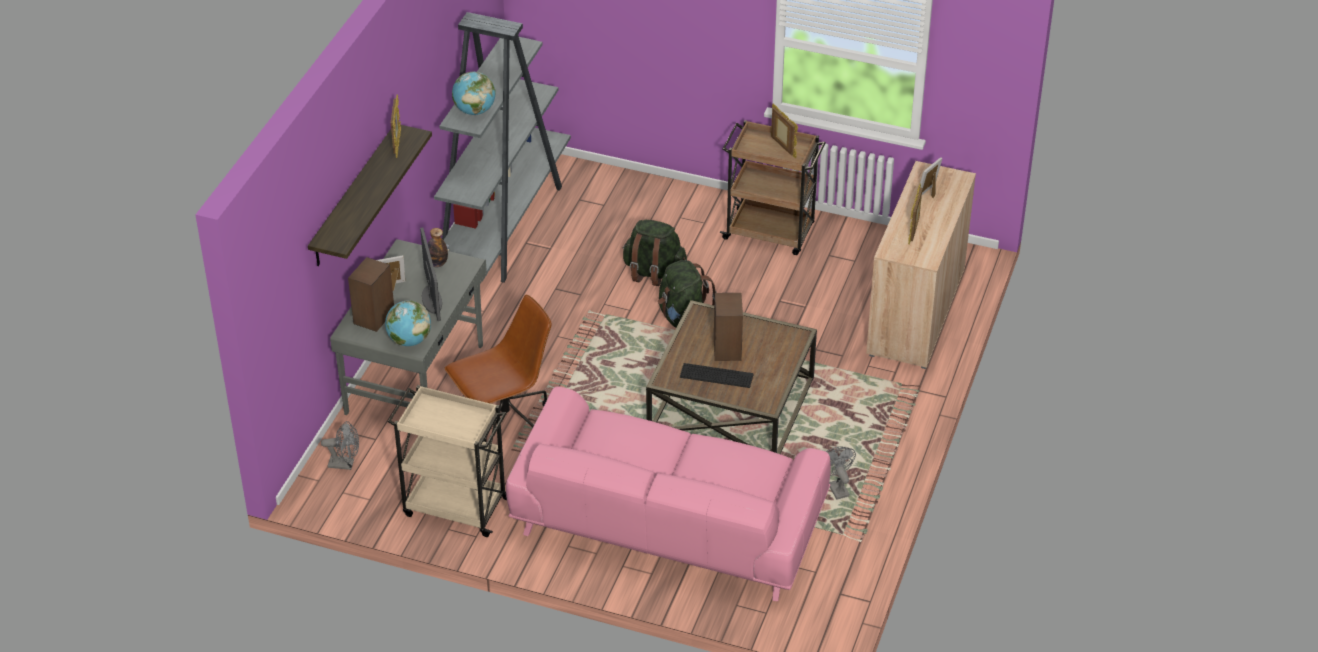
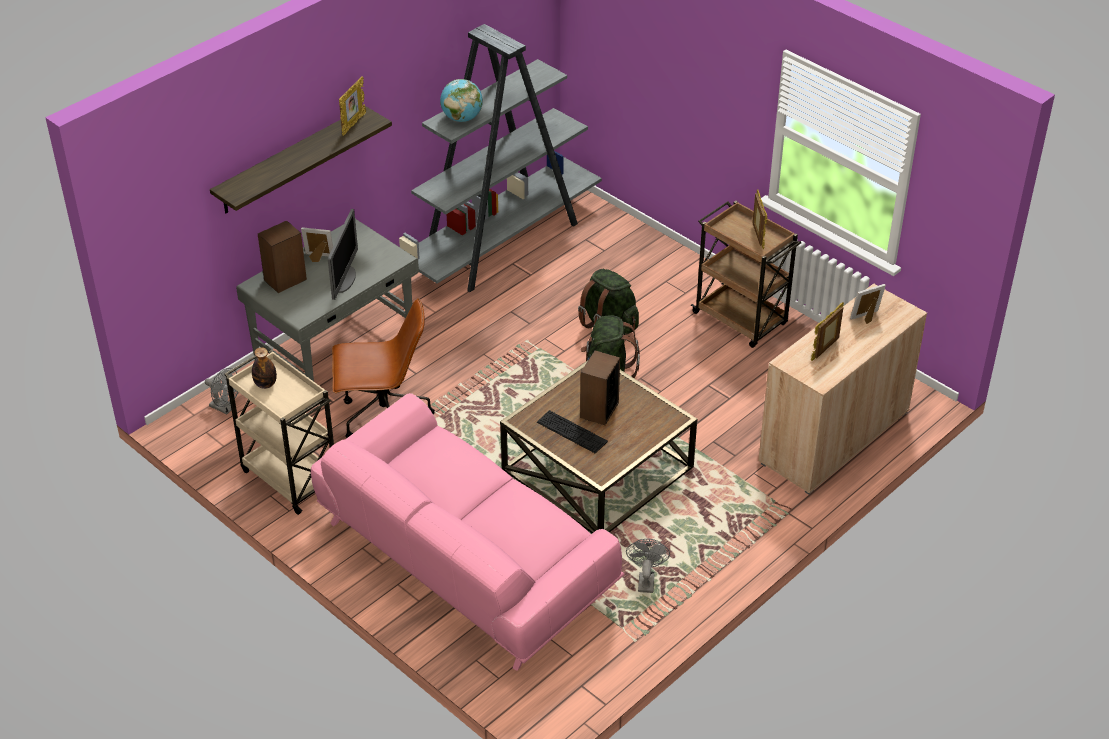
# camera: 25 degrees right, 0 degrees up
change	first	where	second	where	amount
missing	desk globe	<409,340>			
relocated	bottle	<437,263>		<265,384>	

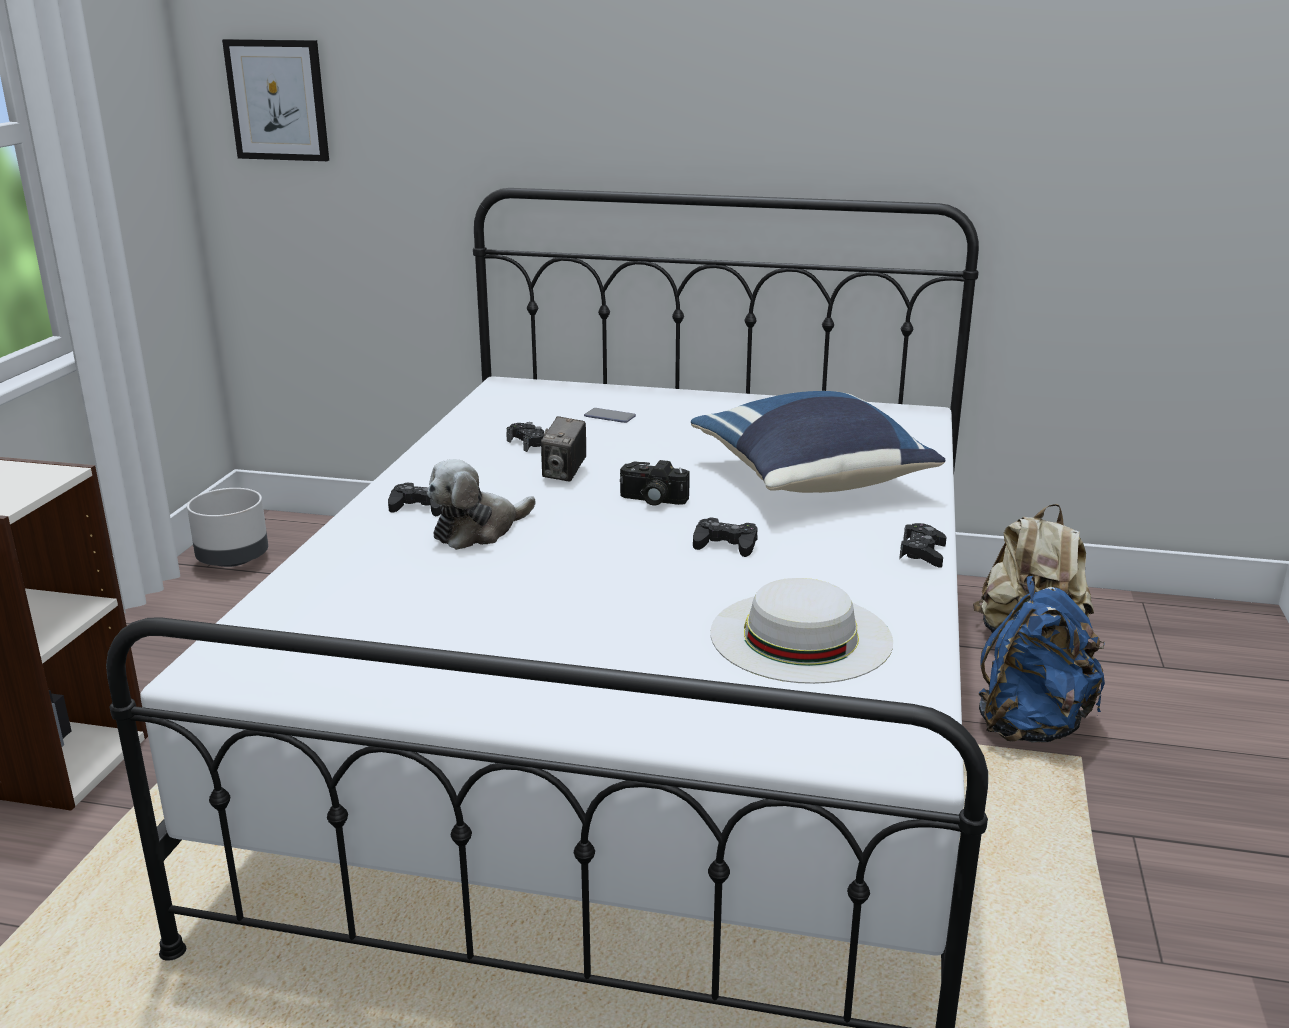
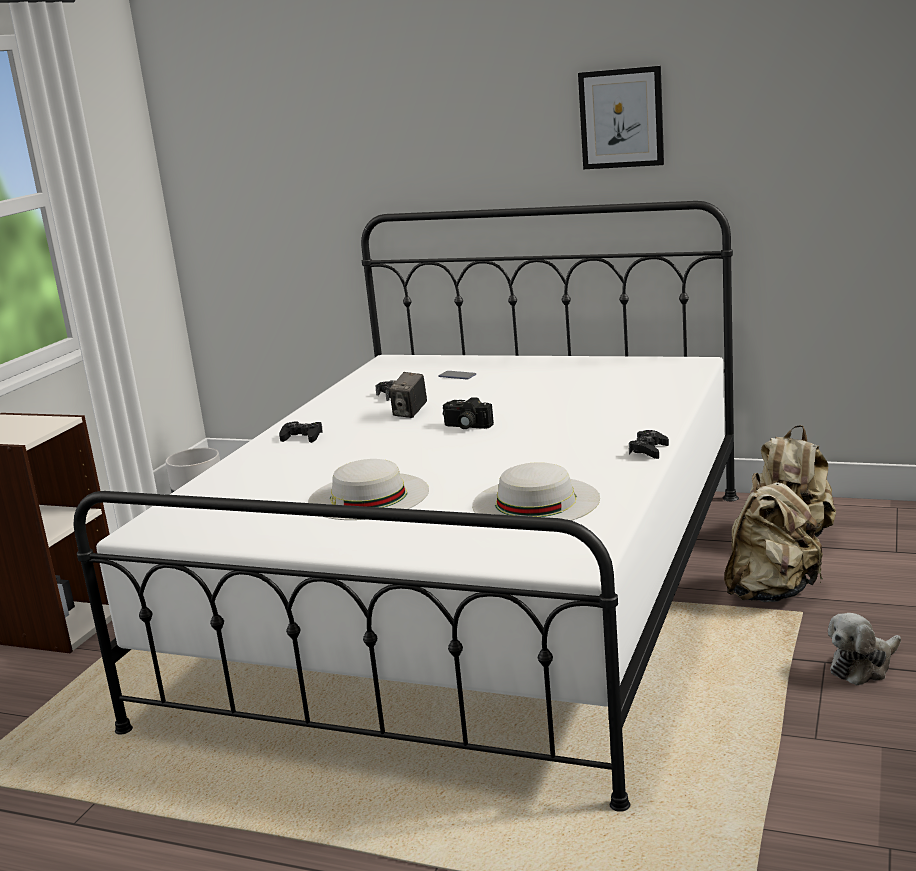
# camera: 10 degrees right, 5 degrees down
change	first	where	second	where	amount
relocated	wall picture	<277,100>		<621,118>	
relocated	soft toy	<478,530>		<863,666>	
missing	throw pillow/blue-coloured	<812,480>			
missing	gamepad/blackish	<726,544>			
colour	knapsack/blue-coloured	<1031,726>	knapsack/sand-coloured	<771,593>	
appeared			wearable hat/white	<368,496>	

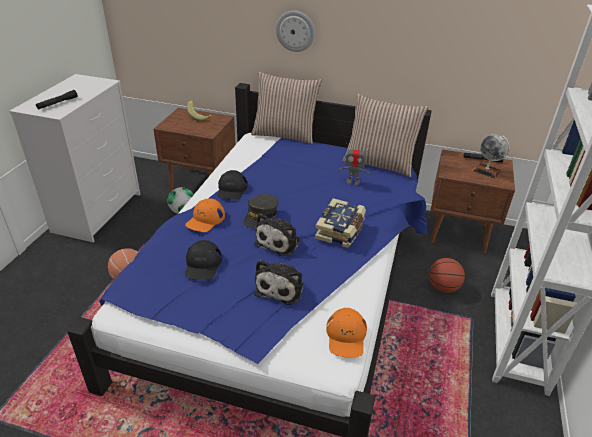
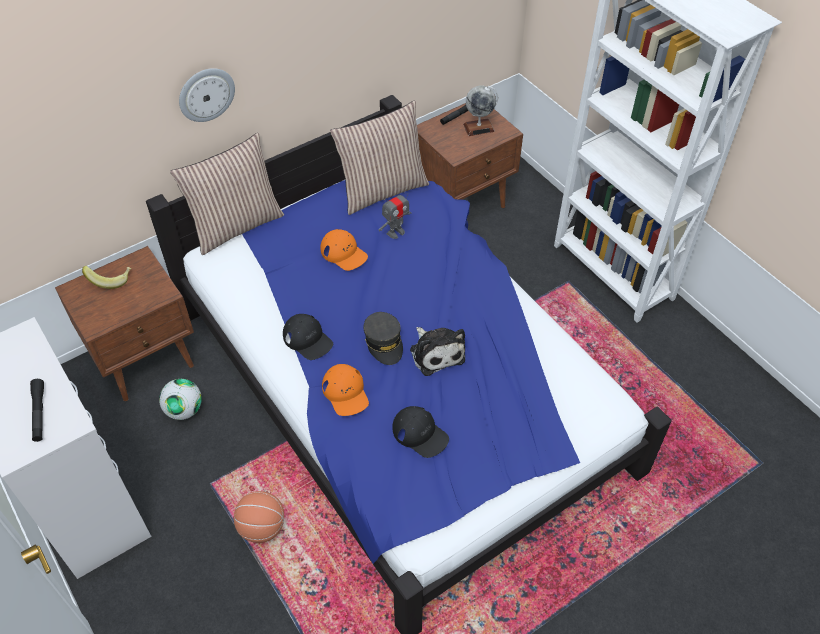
# camera: 50 degrees left, 15 degrees up
change	first	where	second	where	amount
missing	soft toy	<281,287>			
missing	book	<341,230>			
relocated	baseball cap/orangey	<346,336>		<344,253>	
missing	basketball ball	<443,287>			

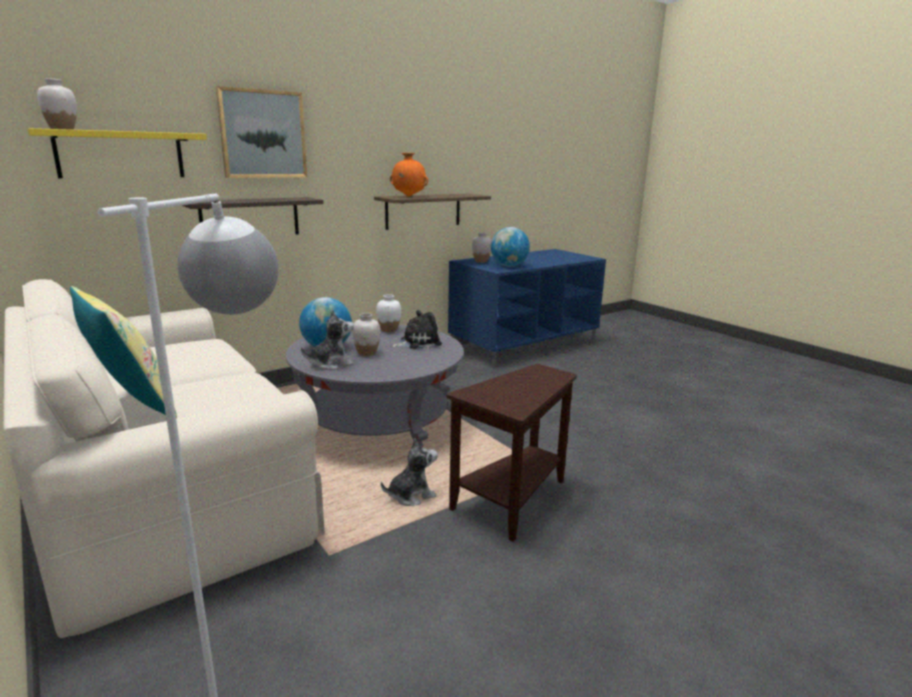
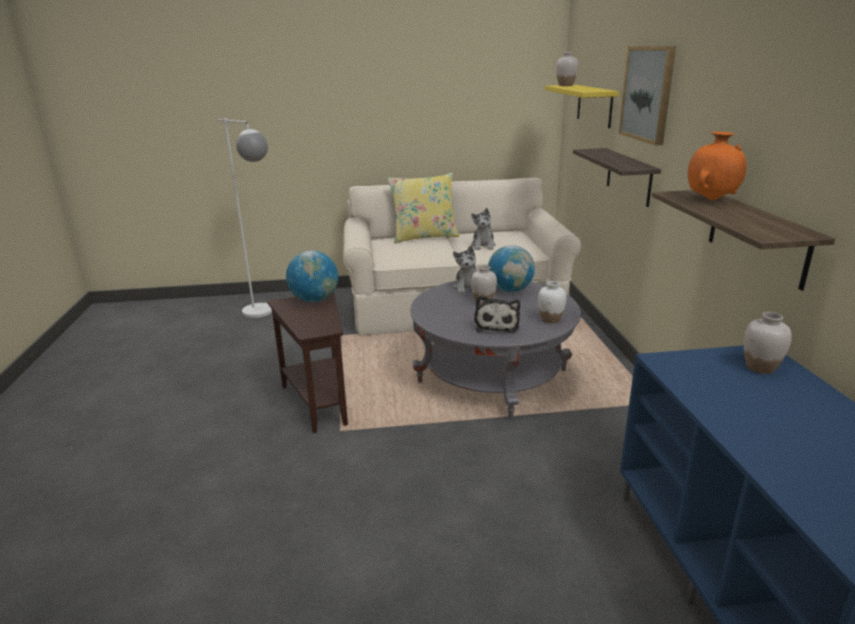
# camera: 120 degrees right, 5 degrees up
change	first	where	second	where	amount
relocated	soft toy	<411,495>		<483,245>	
relocated	desk globe	<509,266>		<314,300>	

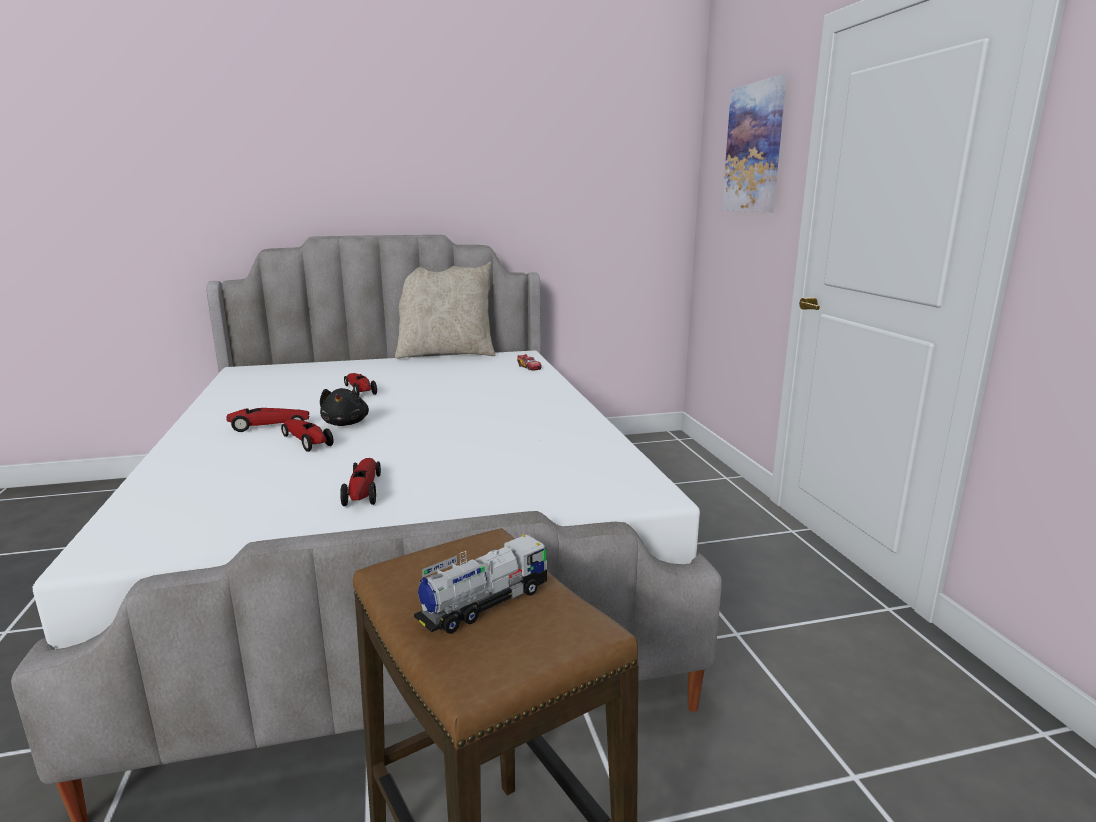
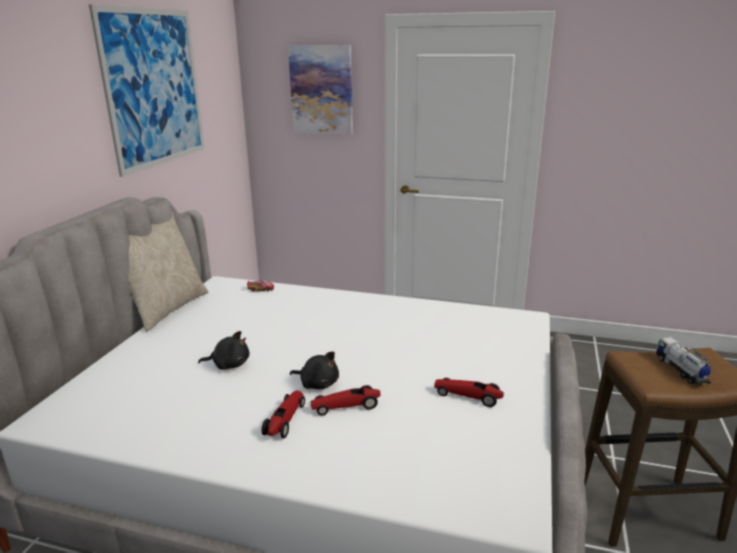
# camera: 60 degrees left, 5 degrees up
change	first	where	second	where	amount
exchanged	miniature car	<360,390>	soft toy/blackish	<229,364>	
appeared			wall picture	<154,88>	

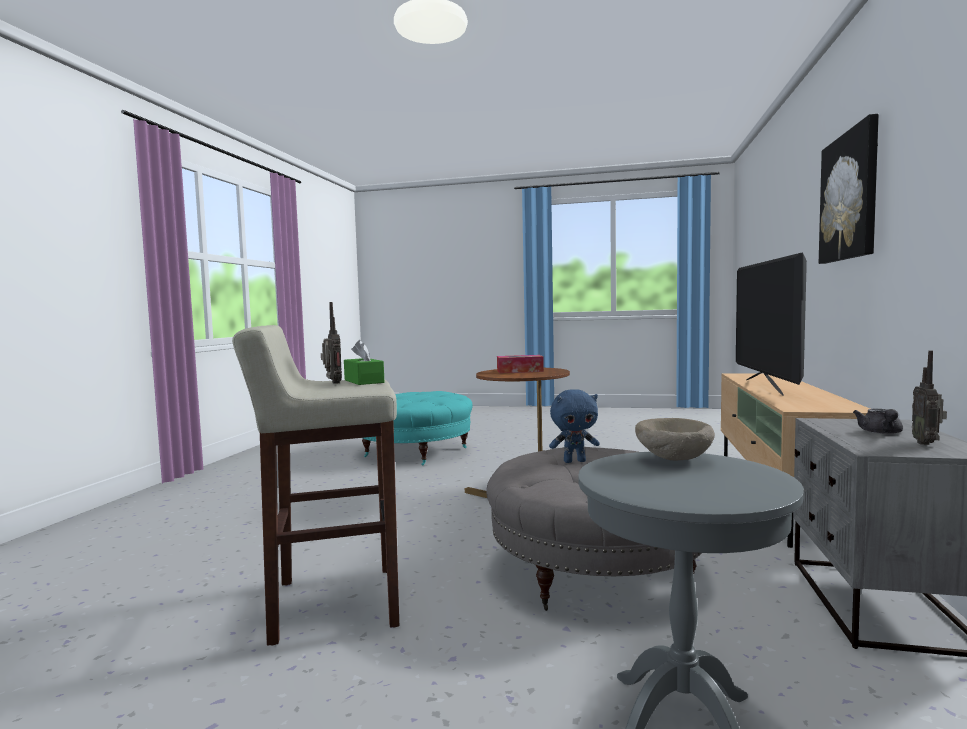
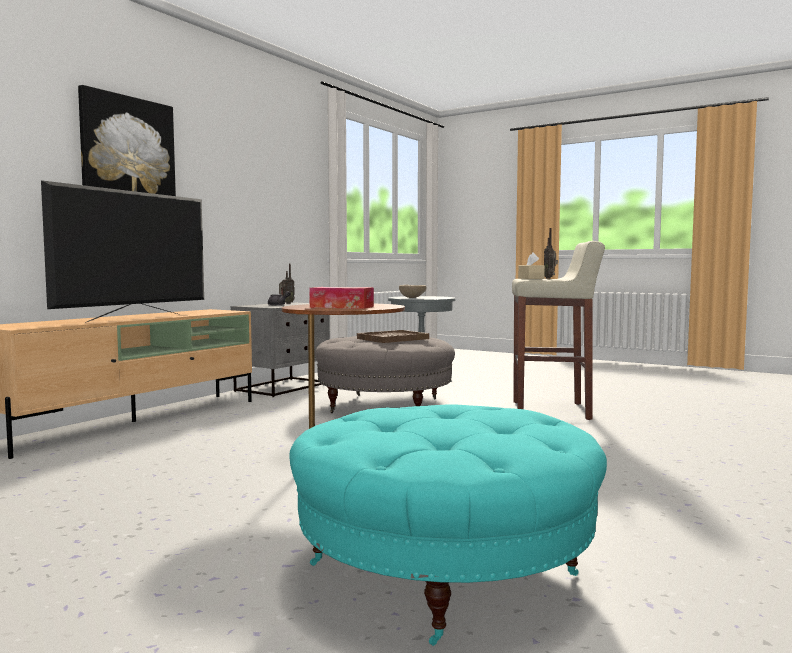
# camera: 160 degrees left, 0 degrees up
change	first	where	second	where	amount
colour	tissue box/greenish	<364,381>	tissue box/sand-coloured	<531,278>	
exchanged	soft toy/blue-coloured	<574,461>	carrying tray/brownish	<392,339>	

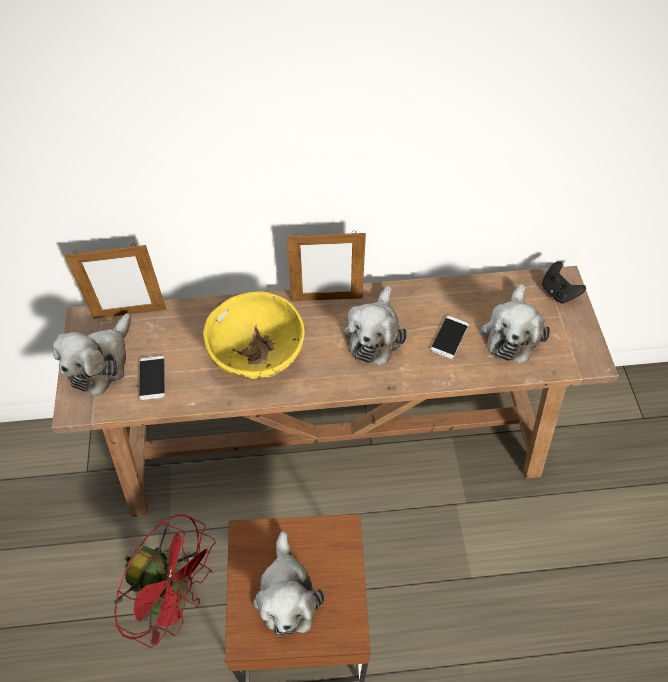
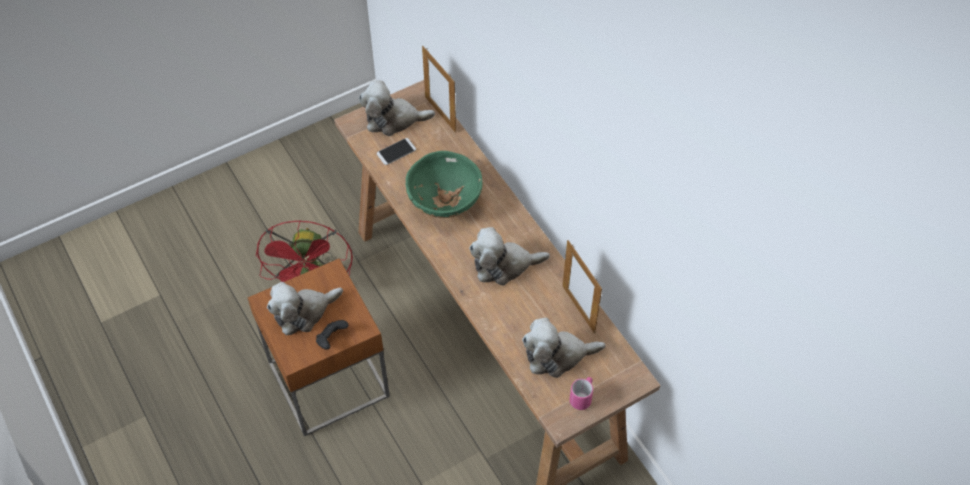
# camera: 65 degrees right, 0 degrees up
change	first	where	second	where	amount
colour	serving bowl/yellow	<257,357>	serving bowl/greenish	<444,202>	
relocated	photo frame	<326,299>		<578,309>	
missing	handset	<449,337>			
relocated	gamepad/blackish	<558,292>		<331,339>	
appeared			tea mug/pink-coloured	<582,397>	

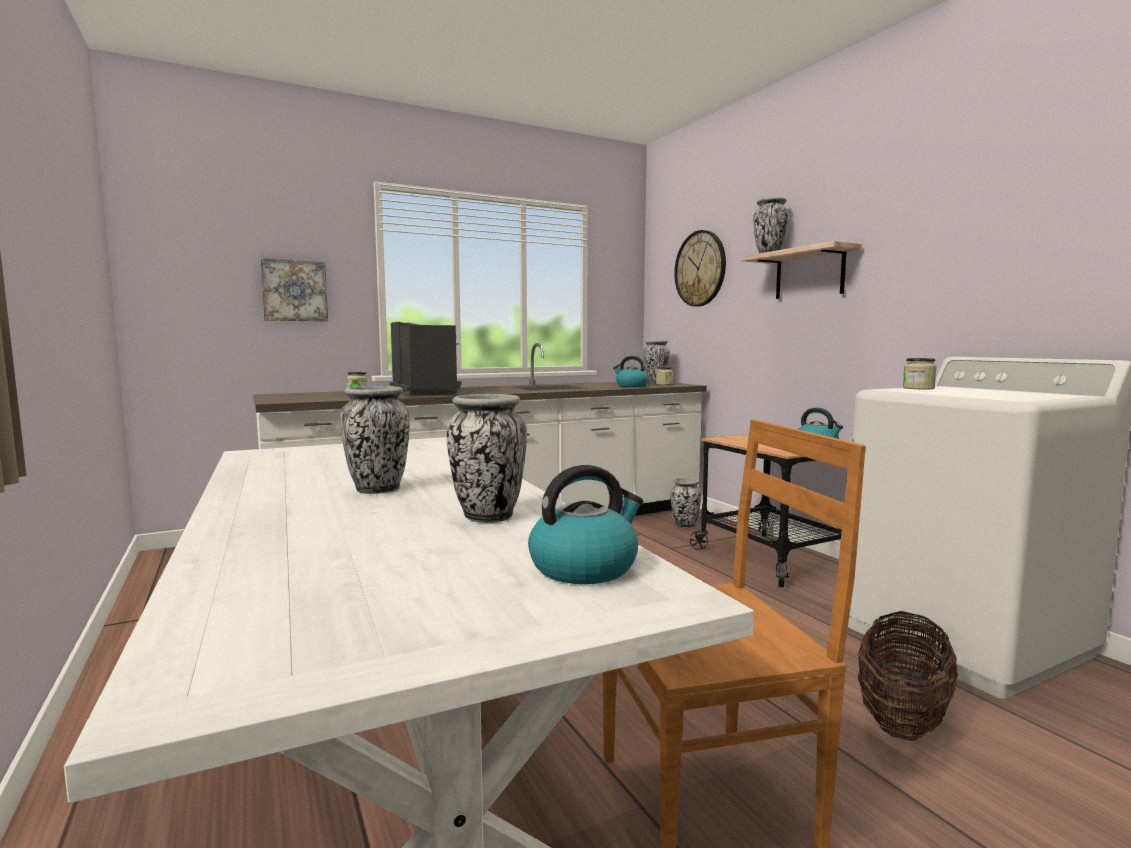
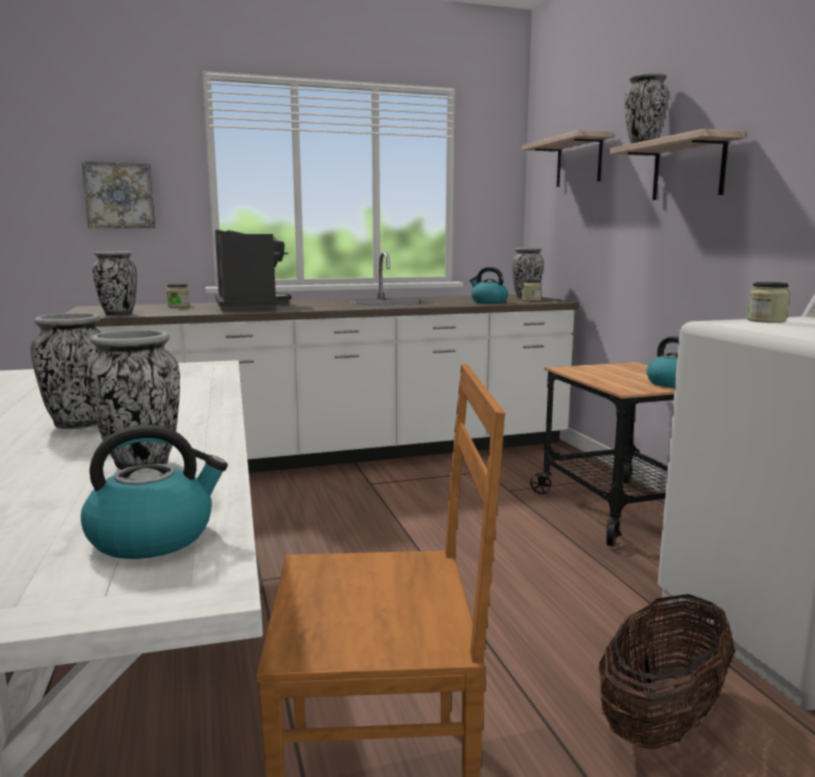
# camera: 10 degrees right, 5 degrees up
change	first	where	second	where	amount
relocated	flower vase	<685,525>		<118,315>	
exchanged	clock on the wall	<700,268>	bracket shelf	<579,162>	

